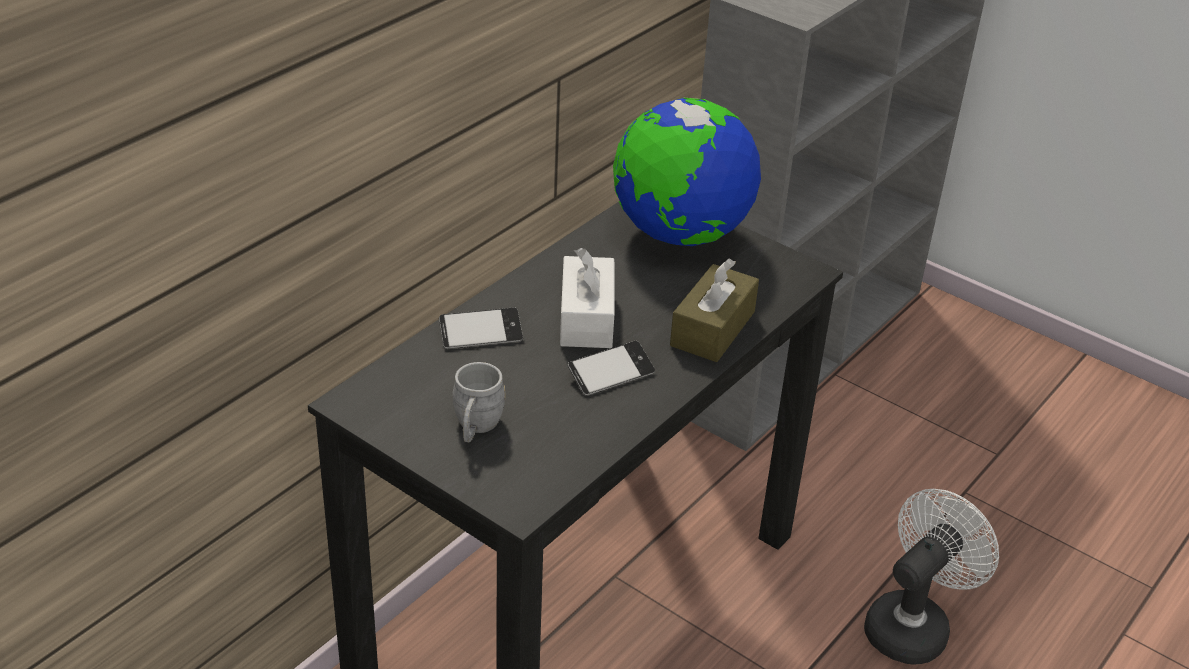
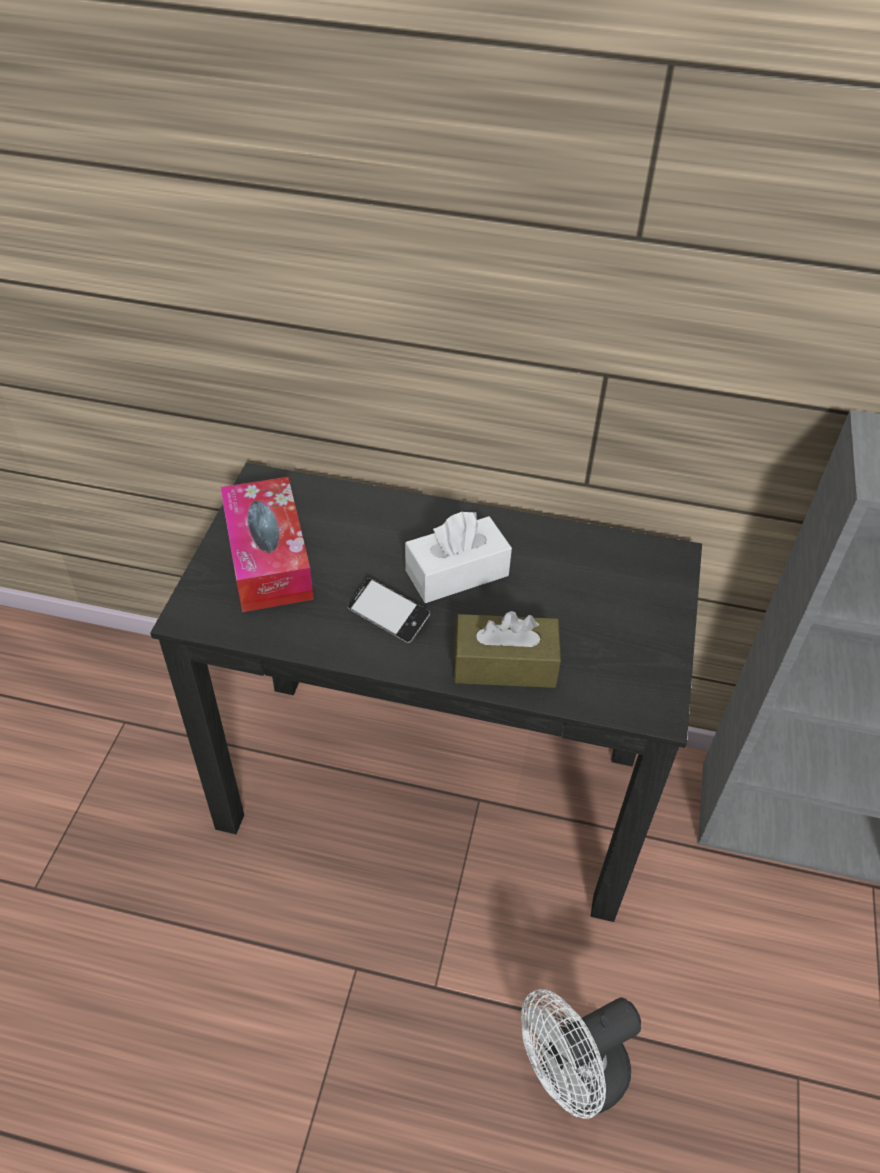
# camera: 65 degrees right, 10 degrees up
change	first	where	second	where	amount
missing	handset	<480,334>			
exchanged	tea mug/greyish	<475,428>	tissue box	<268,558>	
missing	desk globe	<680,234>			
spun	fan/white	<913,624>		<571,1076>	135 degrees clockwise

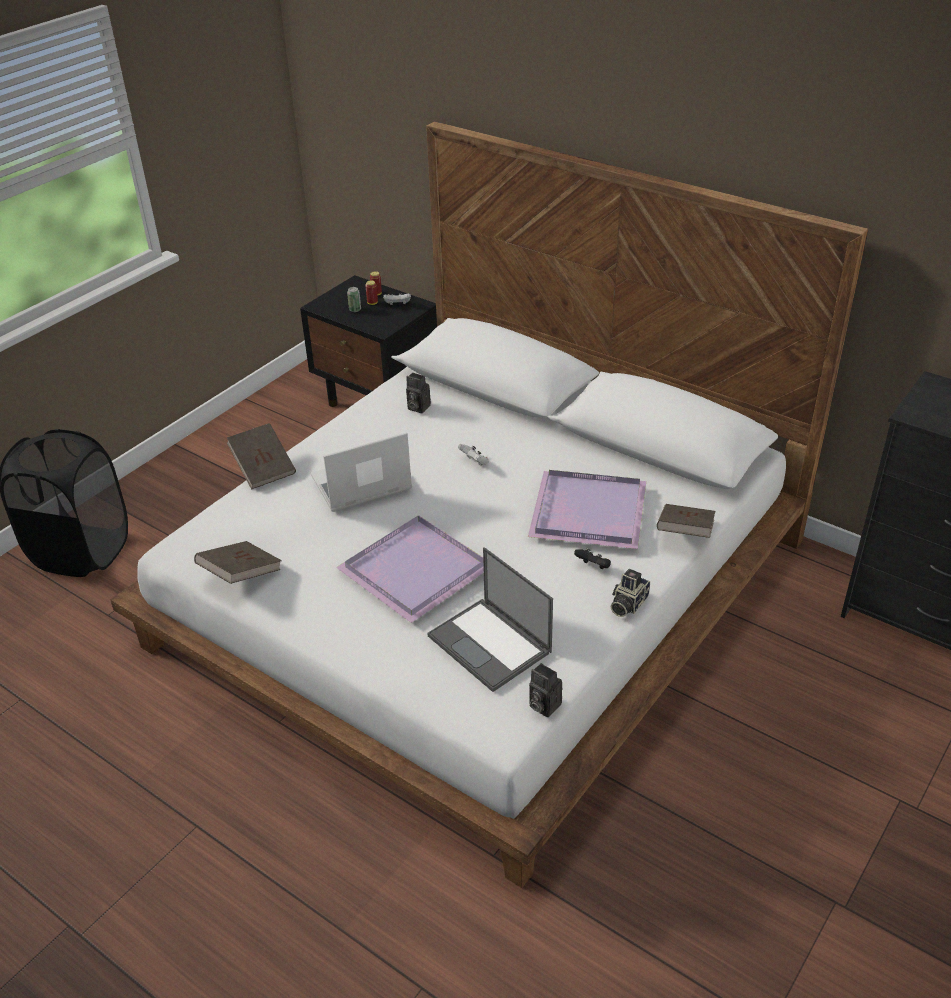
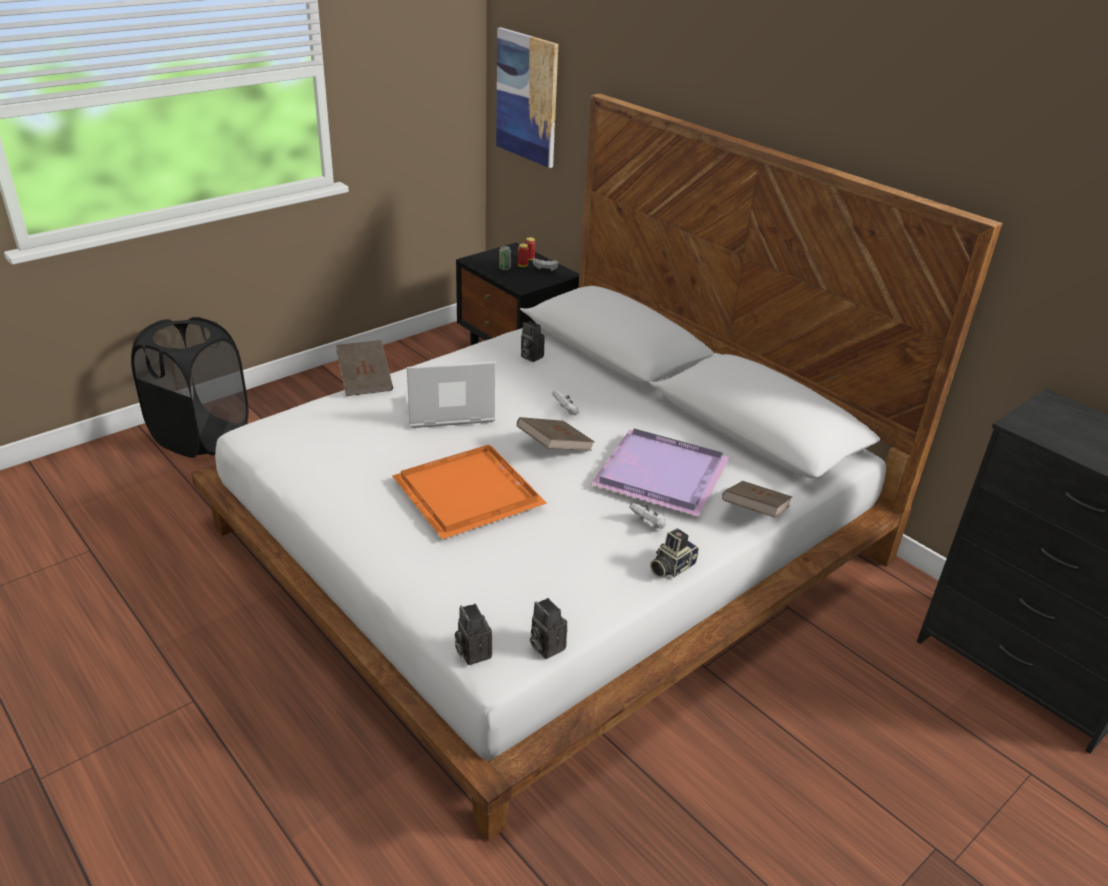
# camera: 10 degrees right, 5 degrees down
change	first	where	second	where	amount
relocated	book/brownish	<241,575>		<554,448>	
colour	carrying tray/purple-coloured	<418,570>	carrying tray/orangey	<471,494>	
missing	laptop	<491,644>			
colour	gamepad/blackish	<593,566>	gamepad/white	<648,525>	
appeared			still camera	<472,652>	
appeared			wall picture	<527,97>	

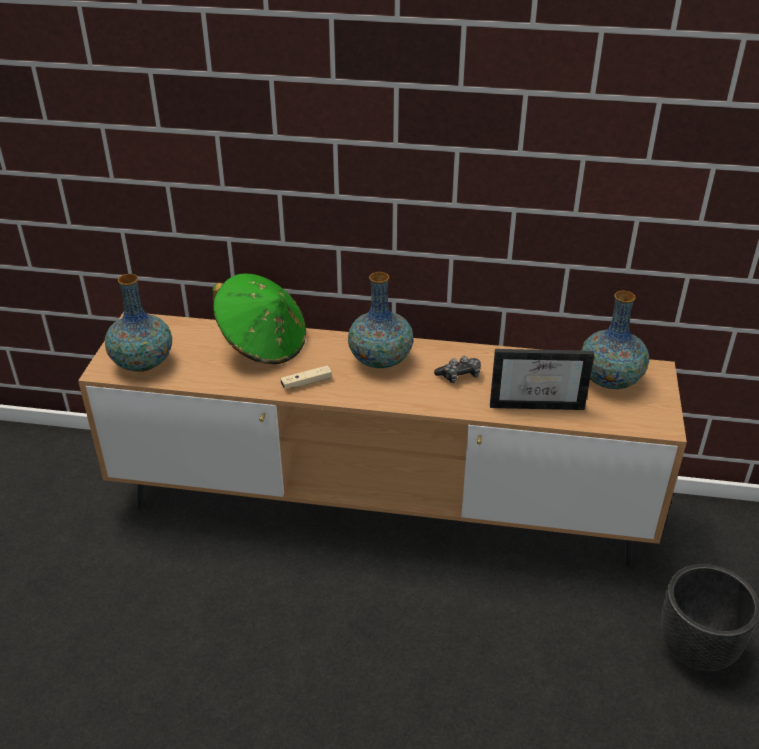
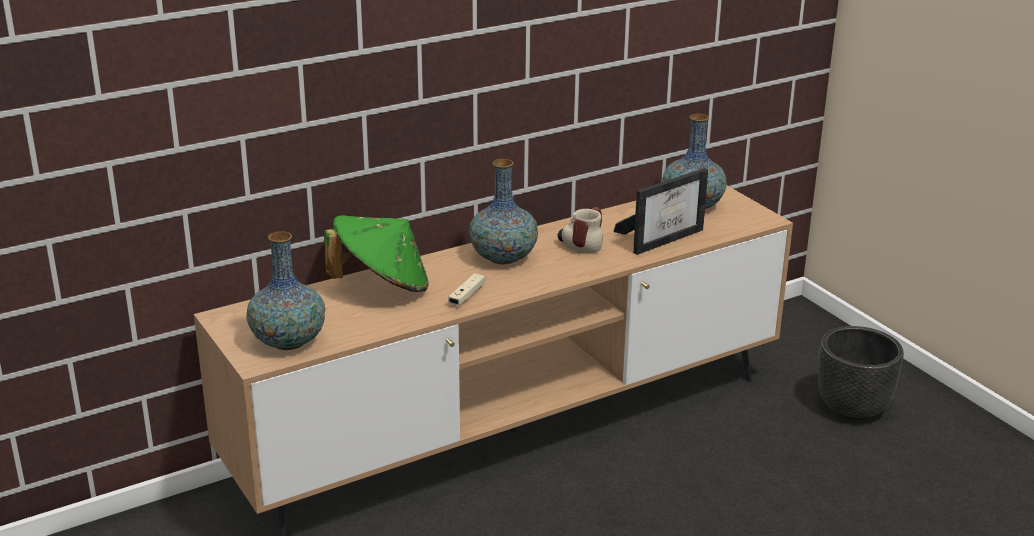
# camera: 40 degrees left, 10 degrees down
change	first	where	second	where	amount
exchanged	gamepad	<459,375>	tea mug	<582,244>	

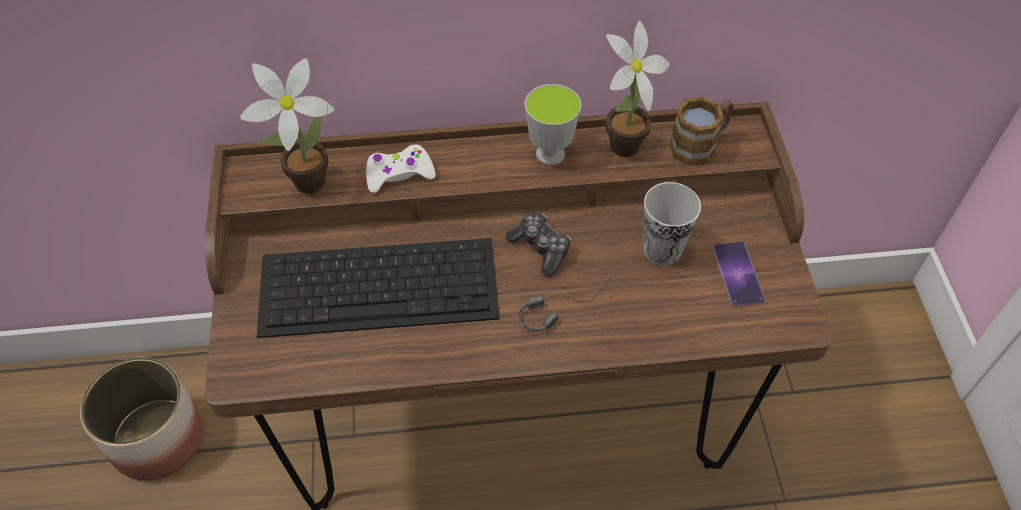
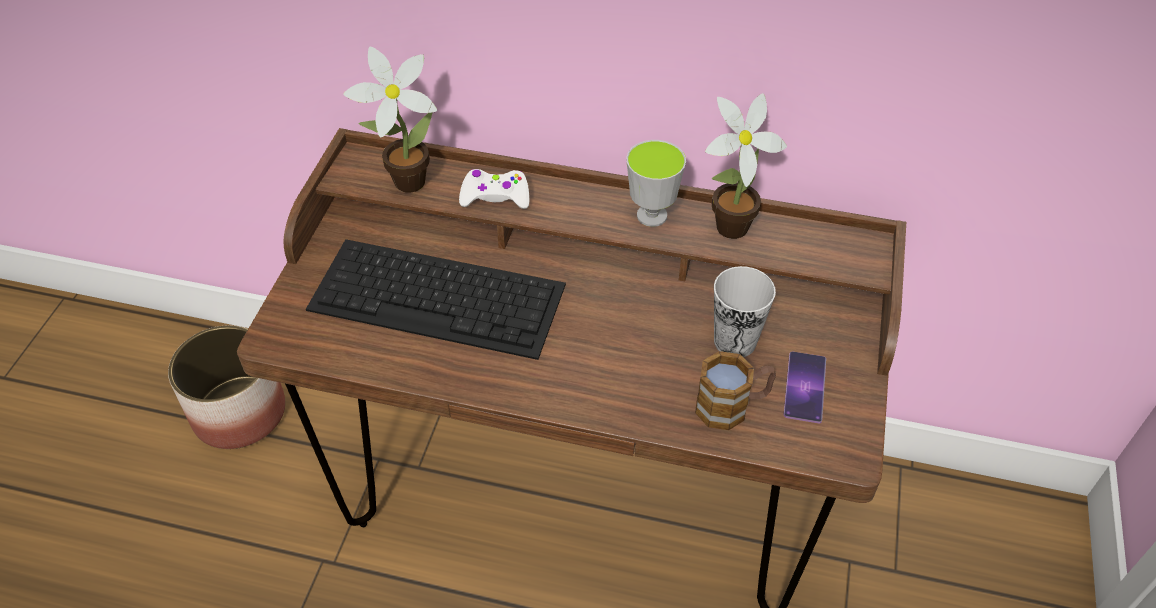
# camera: 20 degrees right, 5 degrees down
change	first	where	second	where	amount
missing	gamepad	<540,248>			
missing	headset	<562,304>			
relocated	tea mug	<700,144>		<732,406>	

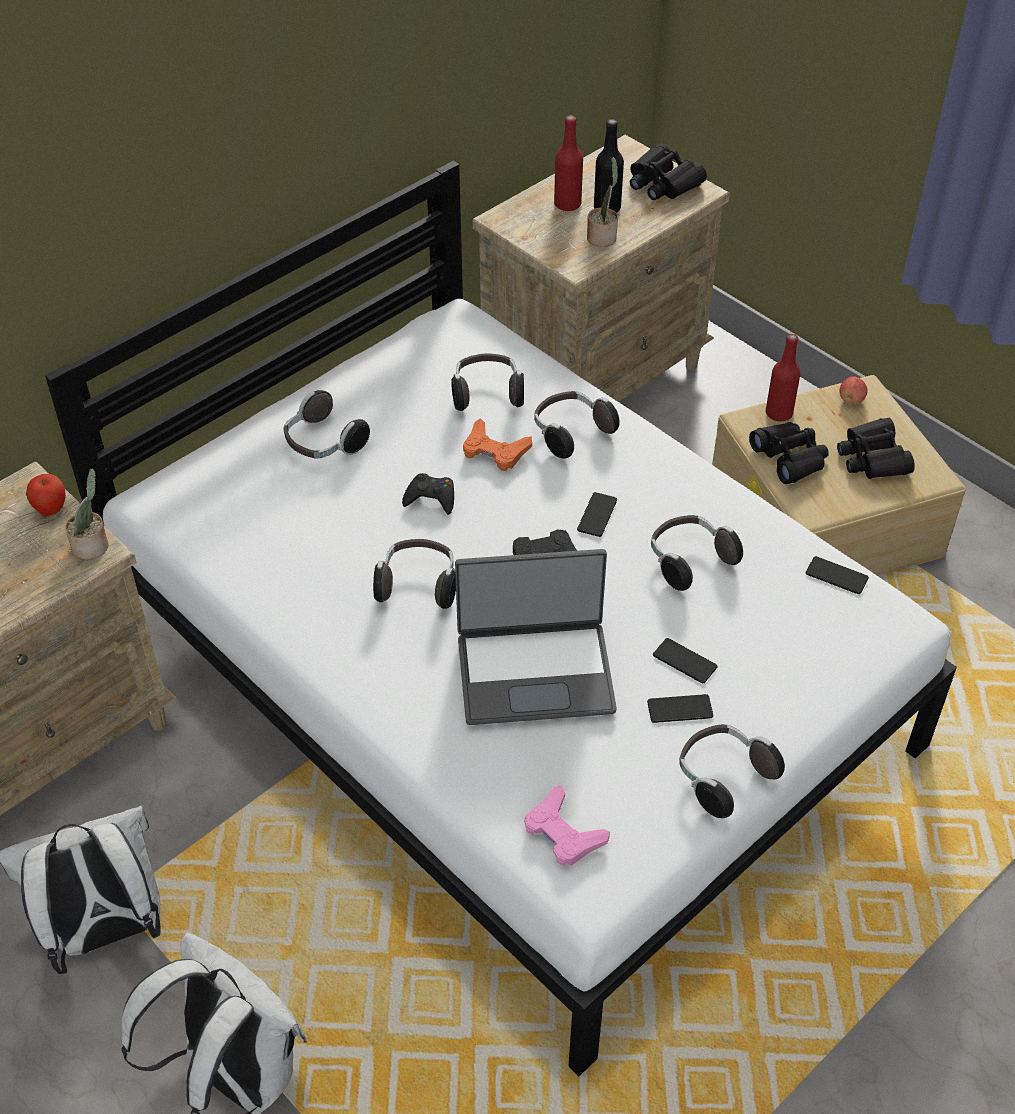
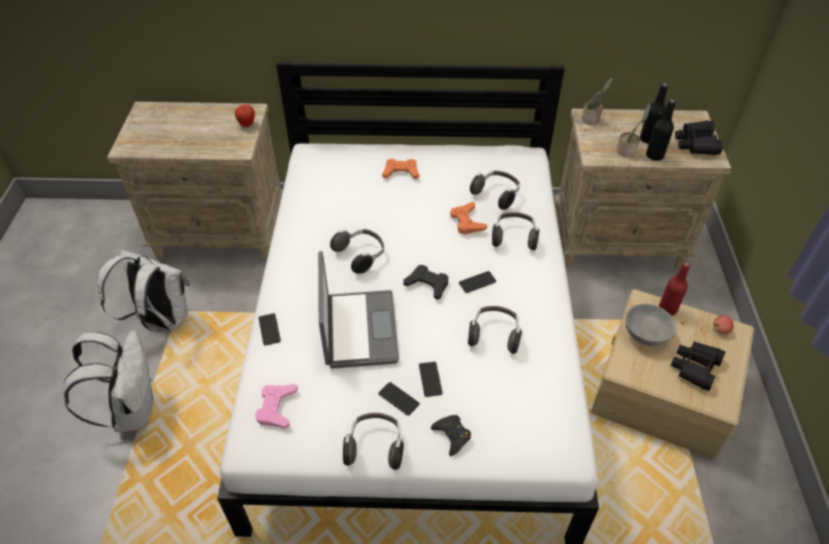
# camera: 45 degrees right, 0 degrees up
change	first	where	second	where	amount
relocated	plant in a pot	<93,546>		<591,120>	
exchanged	headset	<323,444>	gamepad/orangey	<401,172>	
relocated	gamepad/blackish	<431,498>		<452,435>	
spun	laptop	<535,672>		<358,329>	135 degrees counterclockwise
missing	bottle/reddish	<567,204>			
exchanged	pair of binoculars/blackish	<790,458>	serving bowl/greyish	<645,335>	
relocated	handset	<836,576>		<269,329>	
appeared			bottle/blackish	<654,156>	

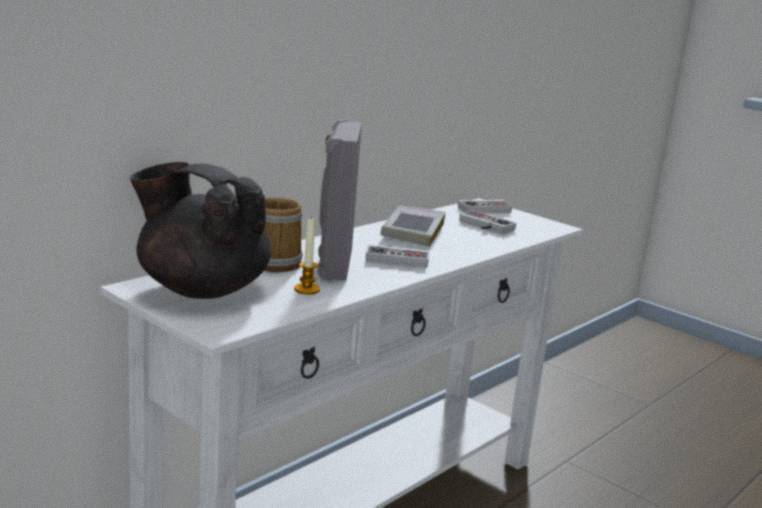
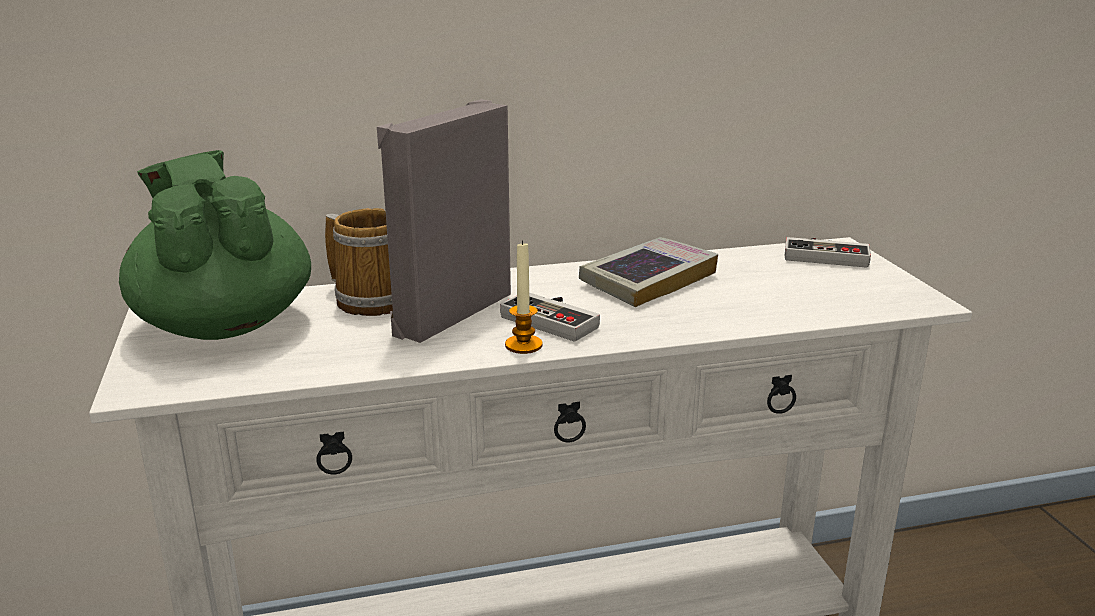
# camera: 35 degrees right, 5 degrees up
change	first	where	second	where	amount
colour	pot for tea/blackish	<201,289>	pot for tea/greenish	<224,324>	
relocated	candle	<307,289>		<523,345>	
missing	gamepad	<483,227>			

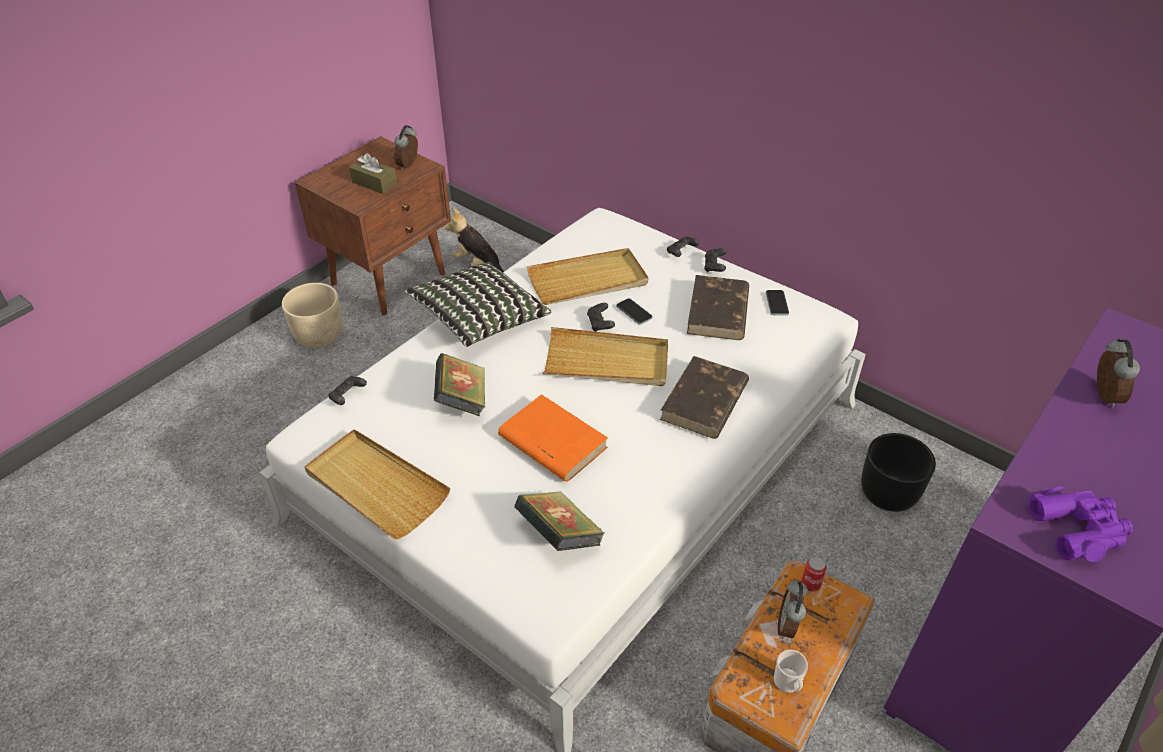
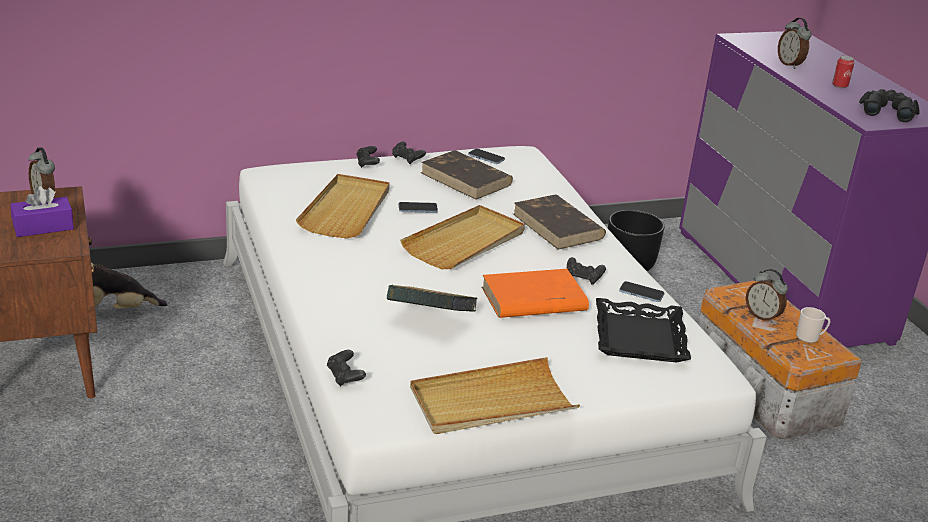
# camera: 60 degrees left, 15 degrees down
change	first	where	second	where	amount
missing	plant pot/sand-coloured	<319,335>			
colour	tissue box/brownish	<374,183>	tissue box/purple-coloured	<43,227>	
missing	throw pillow	<479,319>			
exchanged	book	<559,536>	carrying tray/blackish	<638,338>	
relocated	gamepad/blackish	<600,324>		<583,278>	
relocated	metal can	<810,584>		<839,86>	
colour	pair of binoculars/purple-coloured	<1078,529>	pair of binoculars/blackish	<887,110>	
spun	bedside clock	<1102,396>		<790,64>	150 degrees counterclockwise
appeared			handset	<641,293>	

